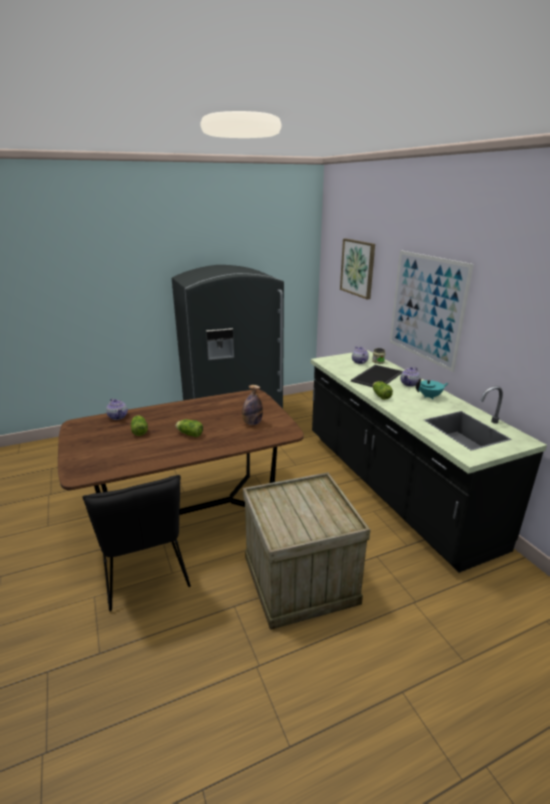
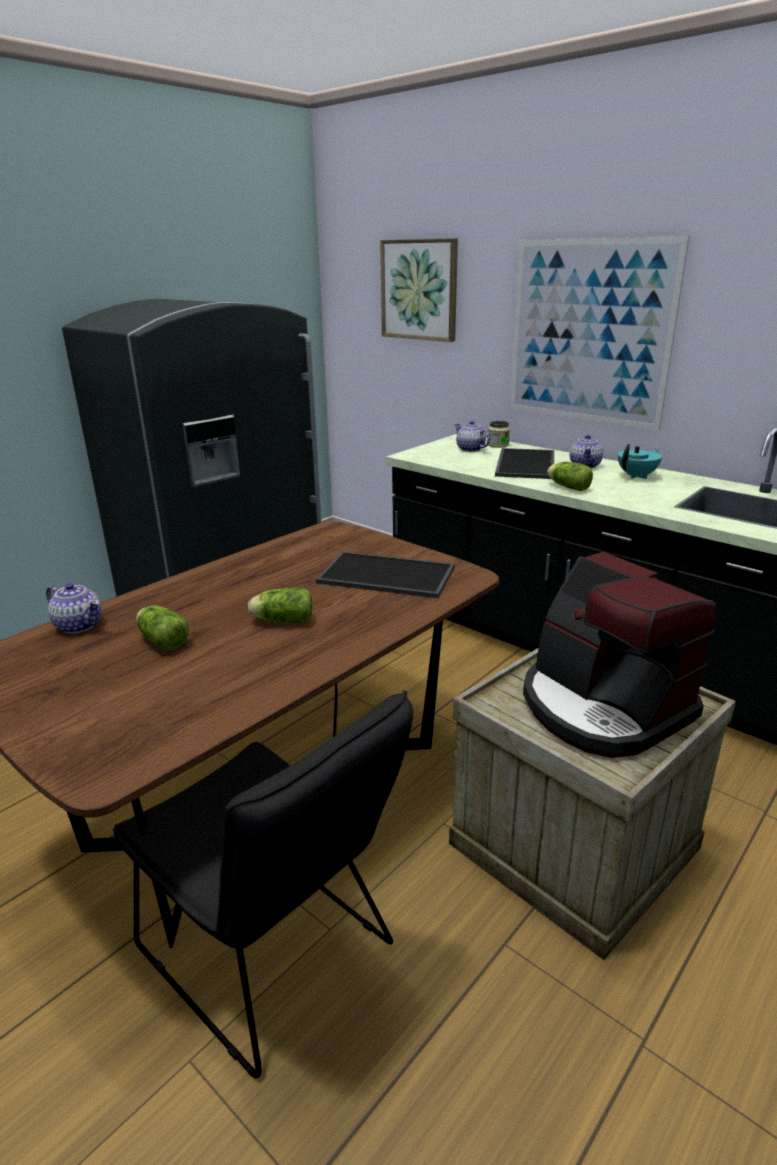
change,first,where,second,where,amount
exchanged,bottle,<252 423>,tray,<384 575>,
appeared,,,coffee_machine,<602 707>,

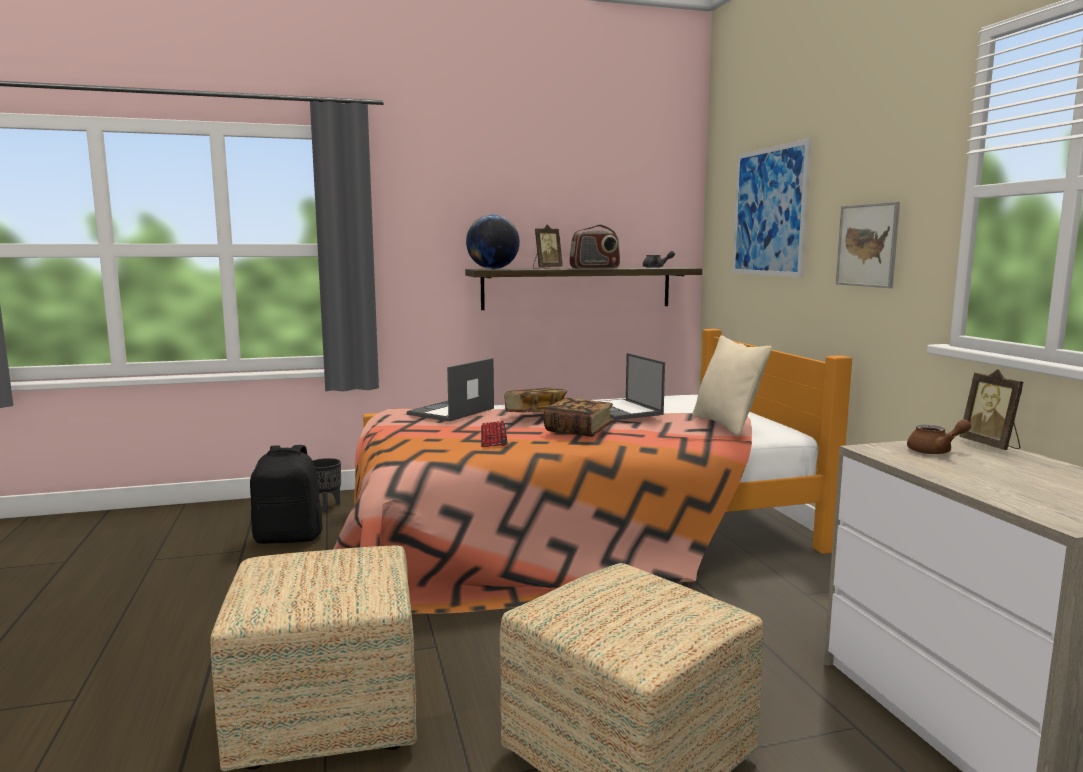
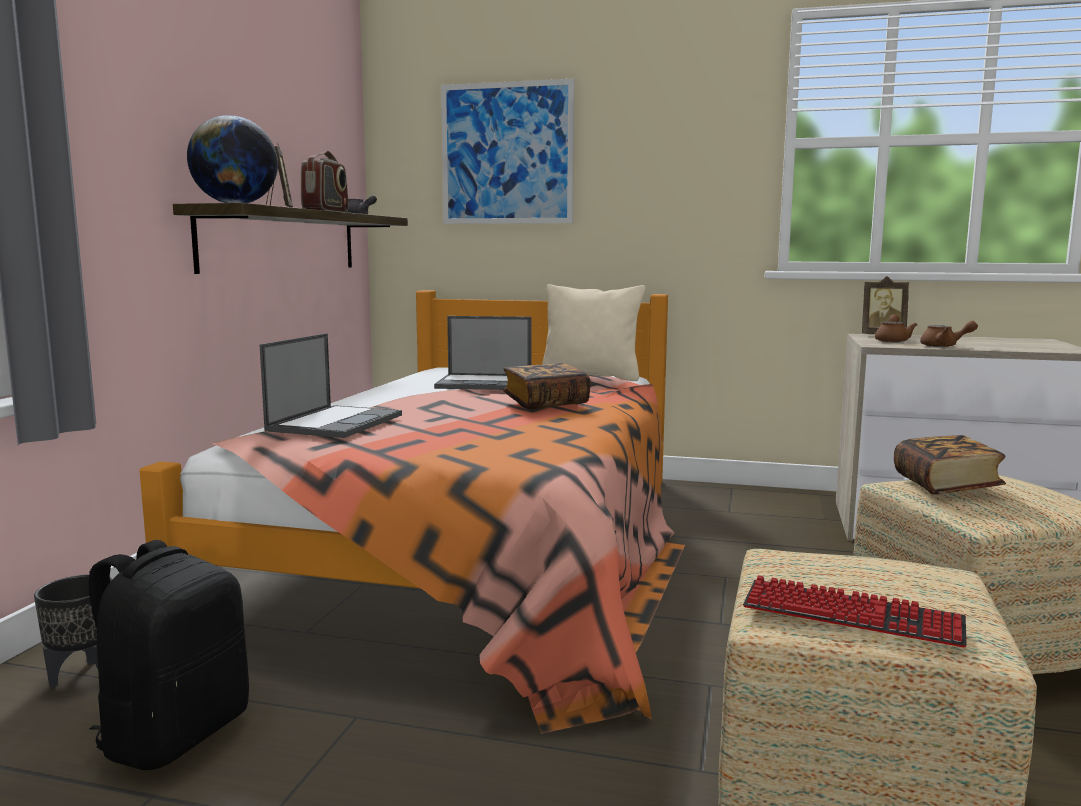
change,first,where,second,where,amount
spun,laptop,<451 412>,,<336 422>,135 degrees counterclockwise
relocated,keyboard,<493 436>,,<851 615>,
relocated,book,<535 414>,,<946 486>,
missing,picture,<867 245>,,,
appeared,,,brown_teapot,<944 346>,

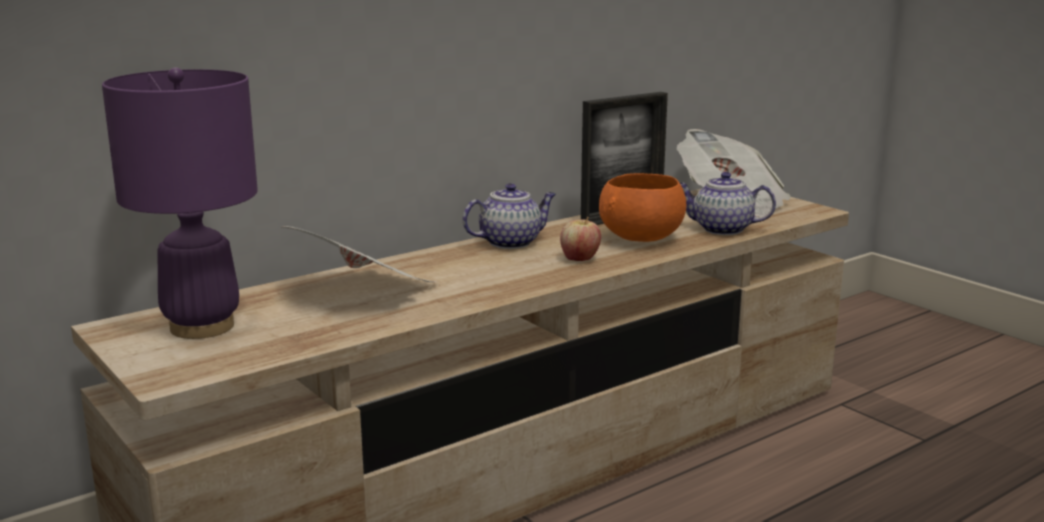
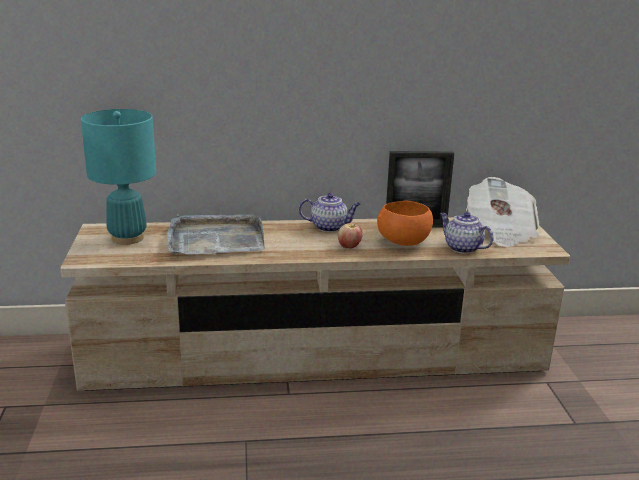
change,first,where,second,where,amount
colour,purple_table_lamp,<202 327>,turquoise_table_lamp,<128 238>,
exchanged,newspaper,<363 294>,grey_tray,<215 239>,

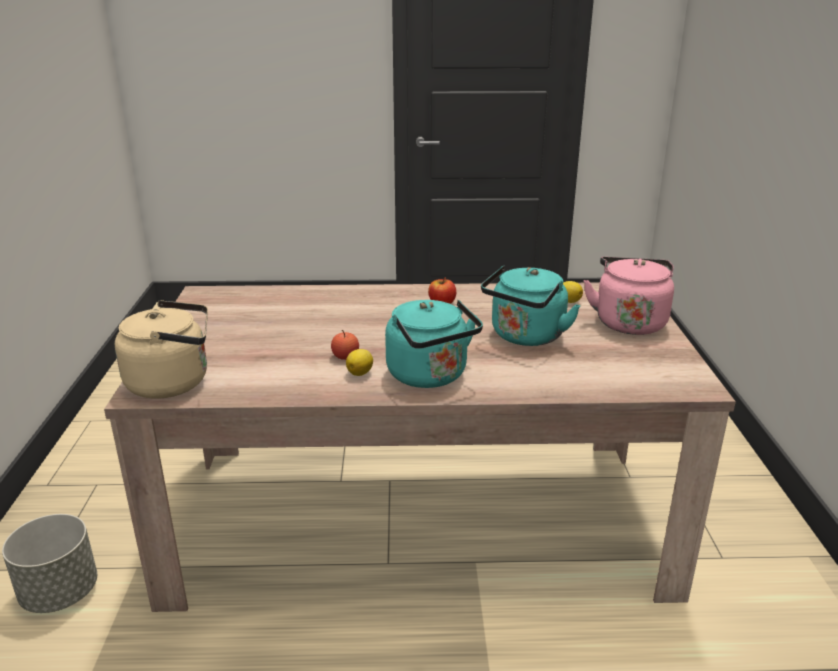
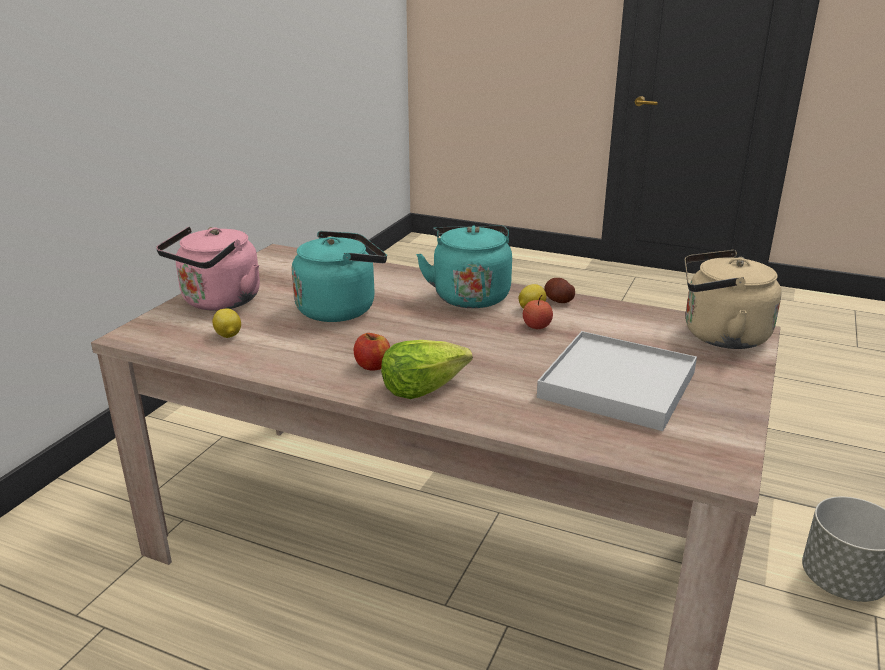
change,first,where,second,where,amount
appeared,,,lettuce,<422 387>,
appeared,,,white_tray,<617 385>,
appeared,,,potato,<558 300>,

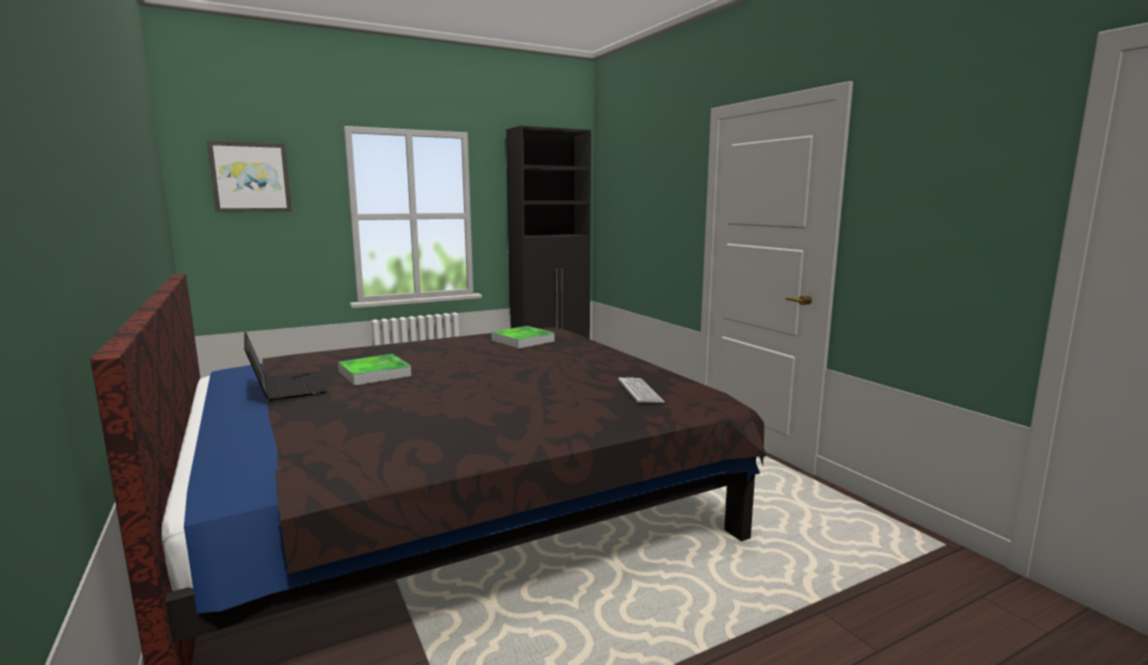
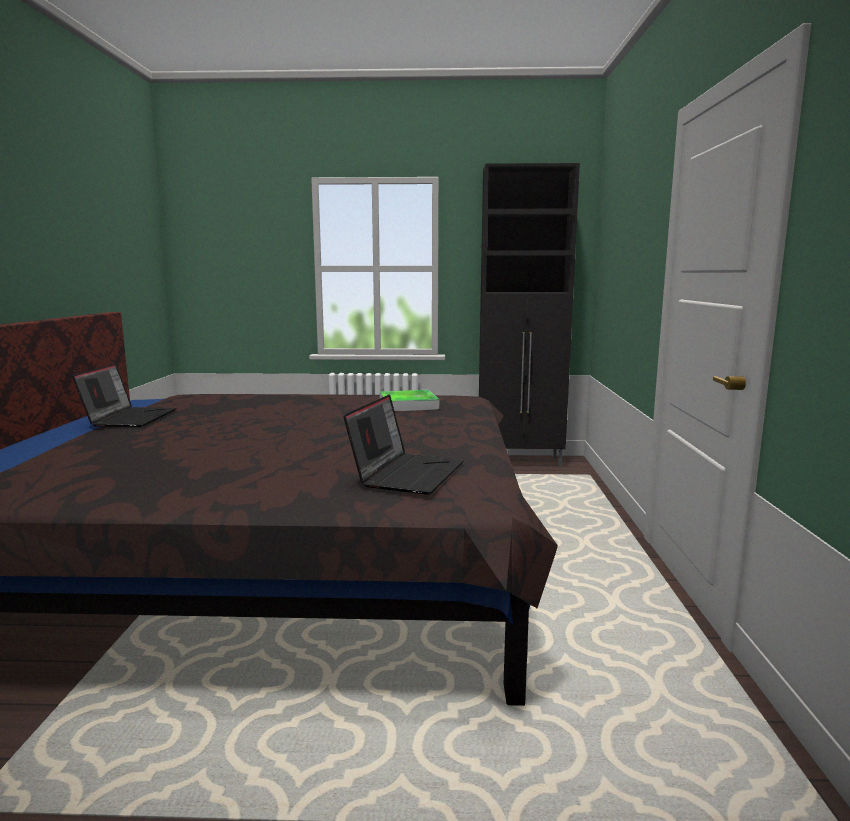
change,first,where,second,where,amount
missing,picture,<250 177>,,,
missing,tray,<374 374>,,,
exchanged,keyboard,<640 391>,laptop,<407 473>,

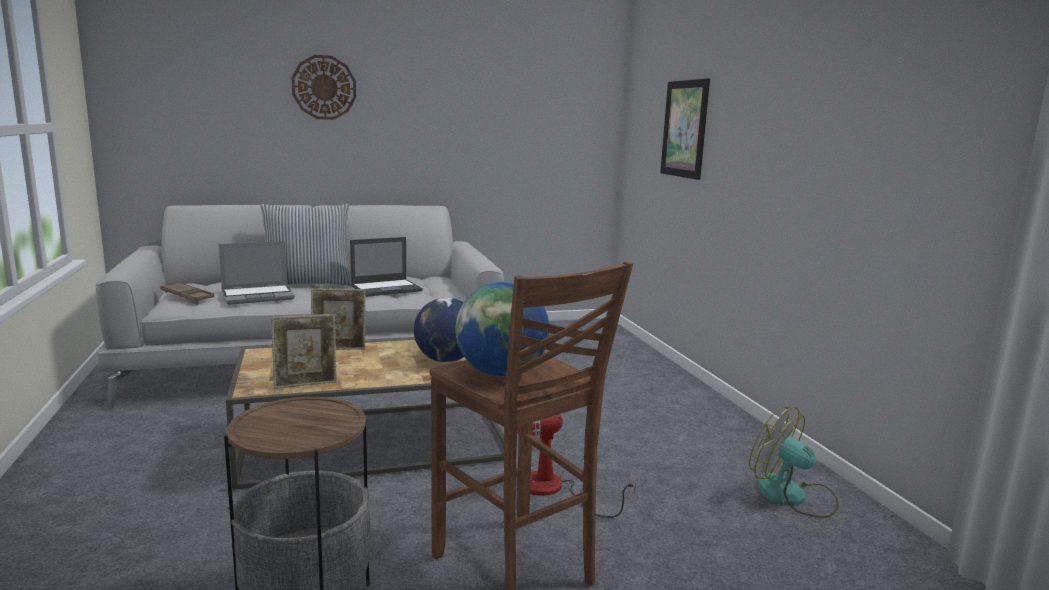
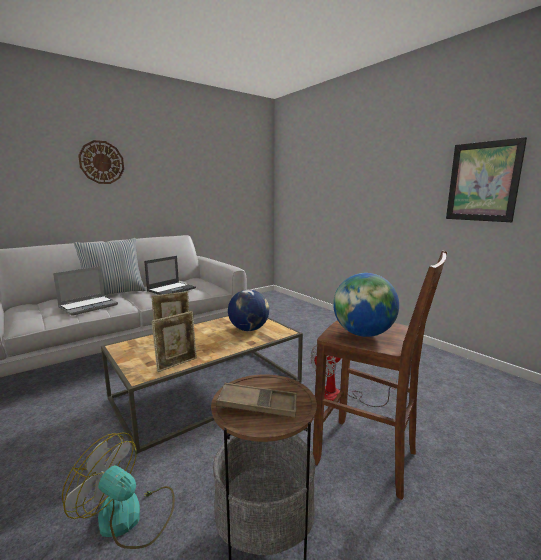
change,first,where,second,where,amount
relocated,brown_tray,<187 296>,,<258 405>,
relocated,picture,<684 129>,,<483 182>,
relocated,fan,<792 497>,,<129 517>,

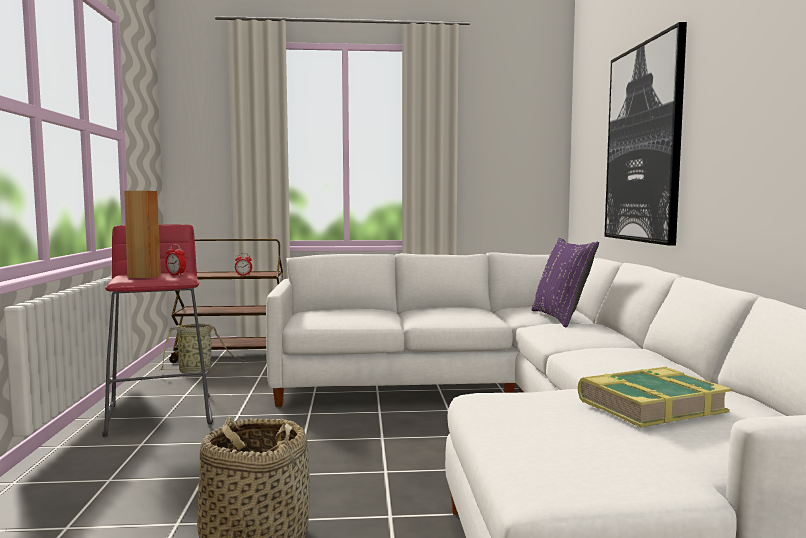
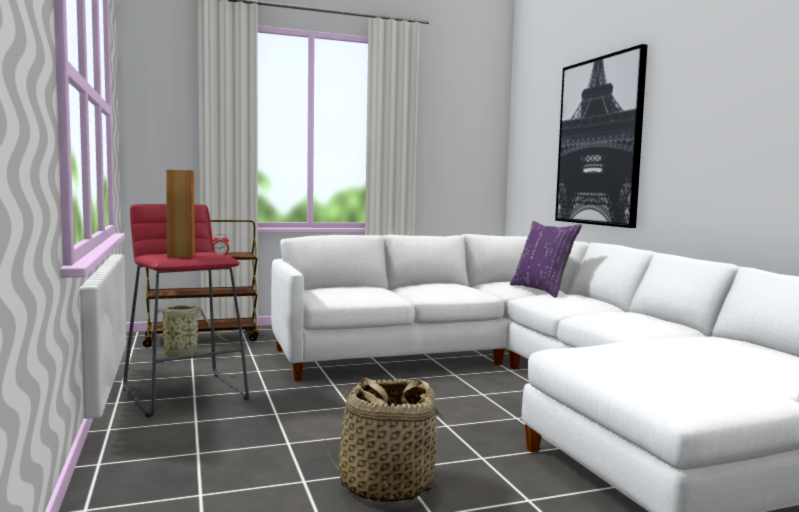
change,first,where,second,where,amount
missing,alarm_clock,<176 275>,,,
missing,book,<650 406>,,,

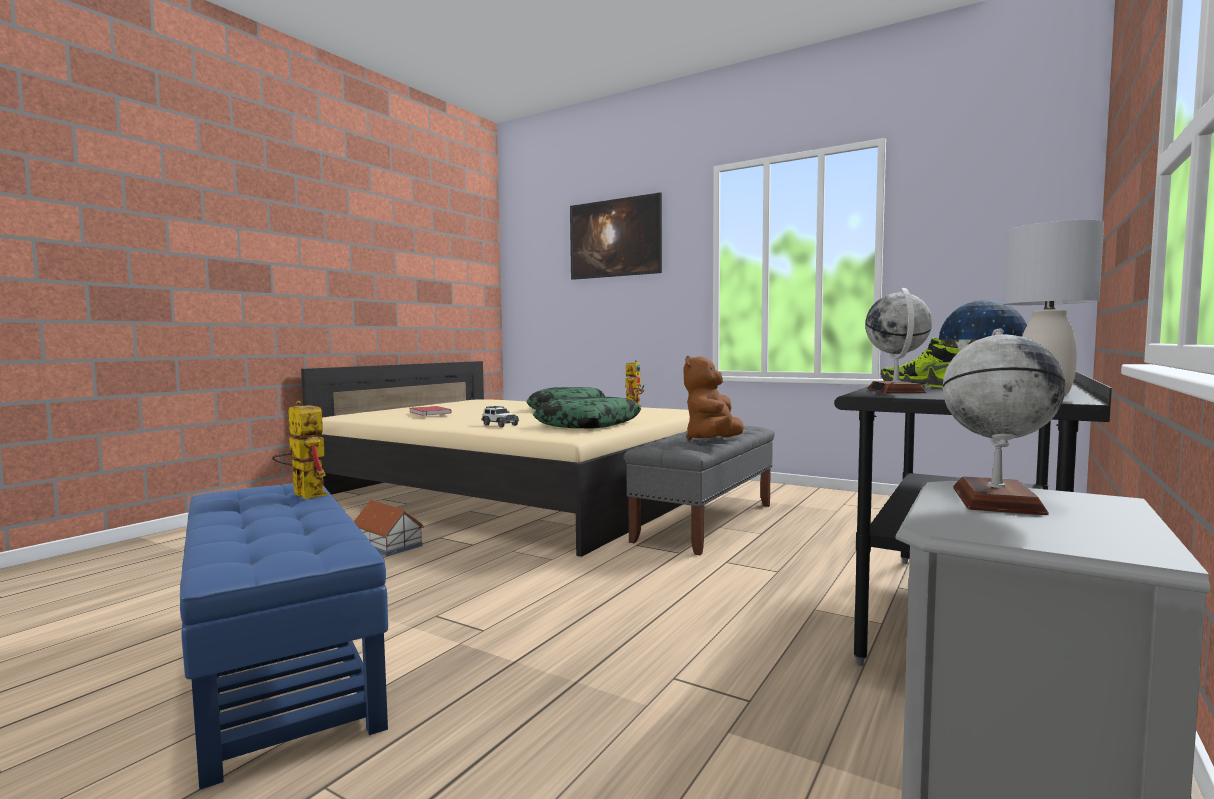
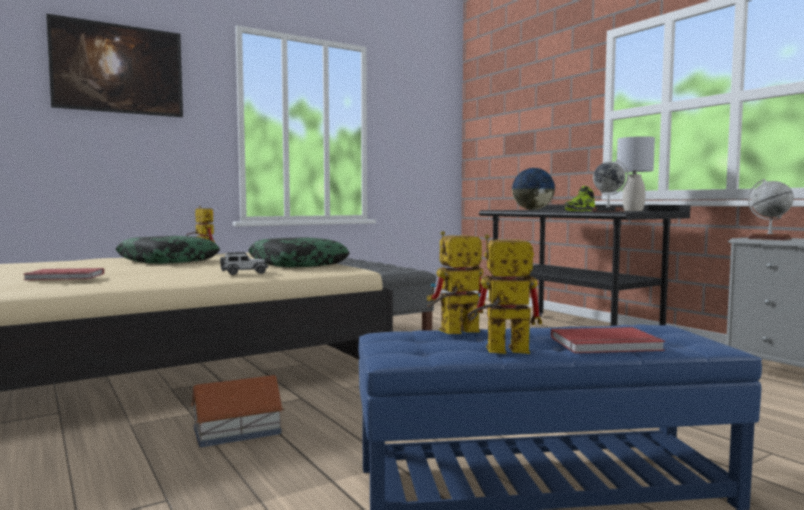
change,first,where,second,where,amount
missing,brown_plush_toy,<713 441>,,,
appeared,,,toy_robot,<497 351>,
appeared,,,red_book,<607 345>,

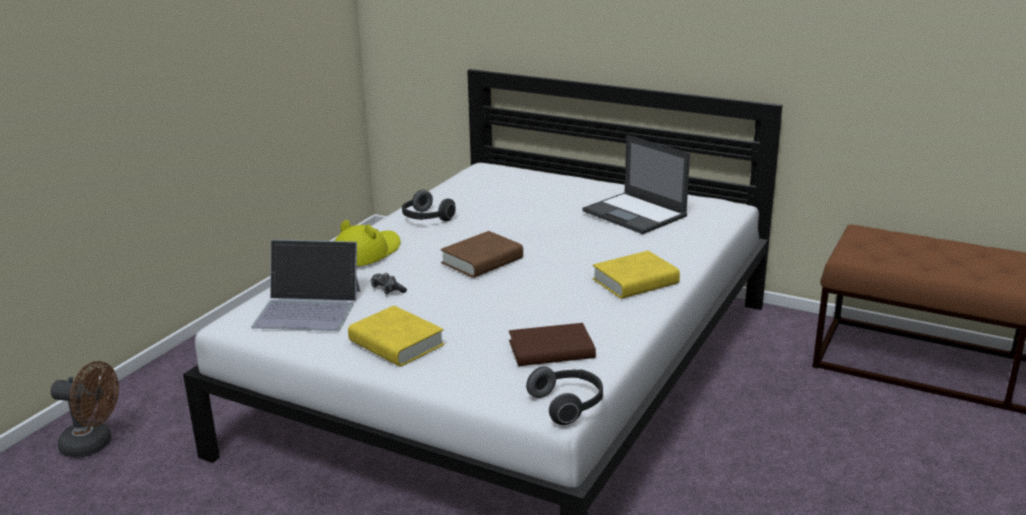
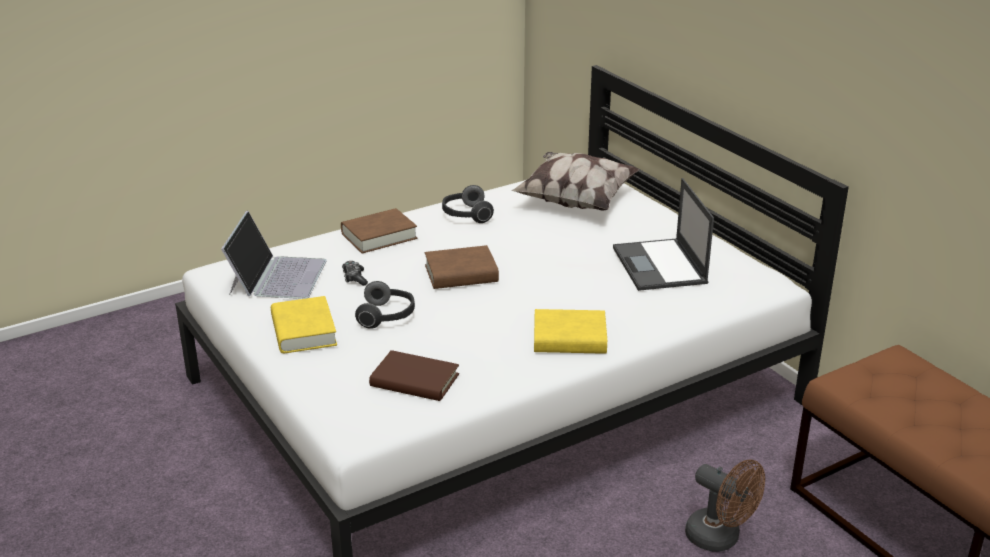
change,first,where,second,where,amount
relocated,brown_fan,<94 445>,,<720 539>,
spun,laptop,<308 308>,,<277 276>,120 degrees counterclockwise
exchanged,yellow_hat,<366 253>,brown_book,<379 236>,
relocated,headphones,<568 405>,,<387 316>,
appeared,,,pillow,<575 201>,

